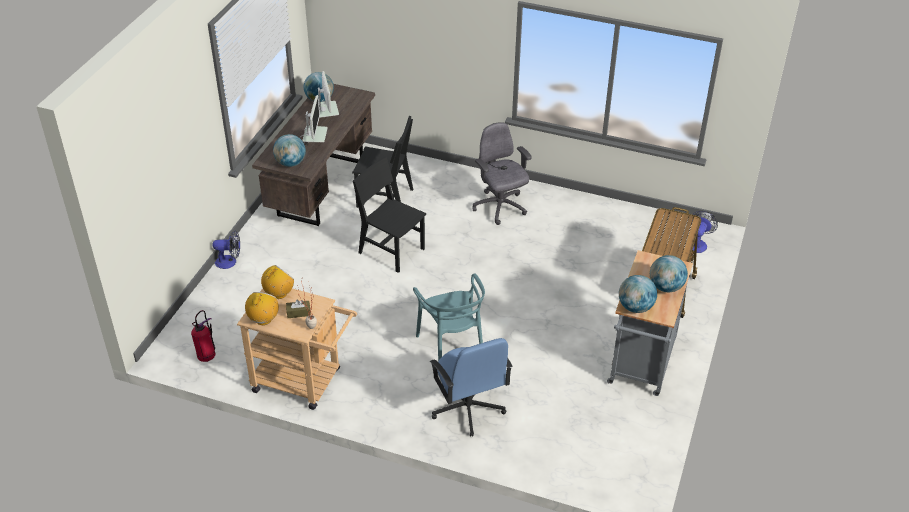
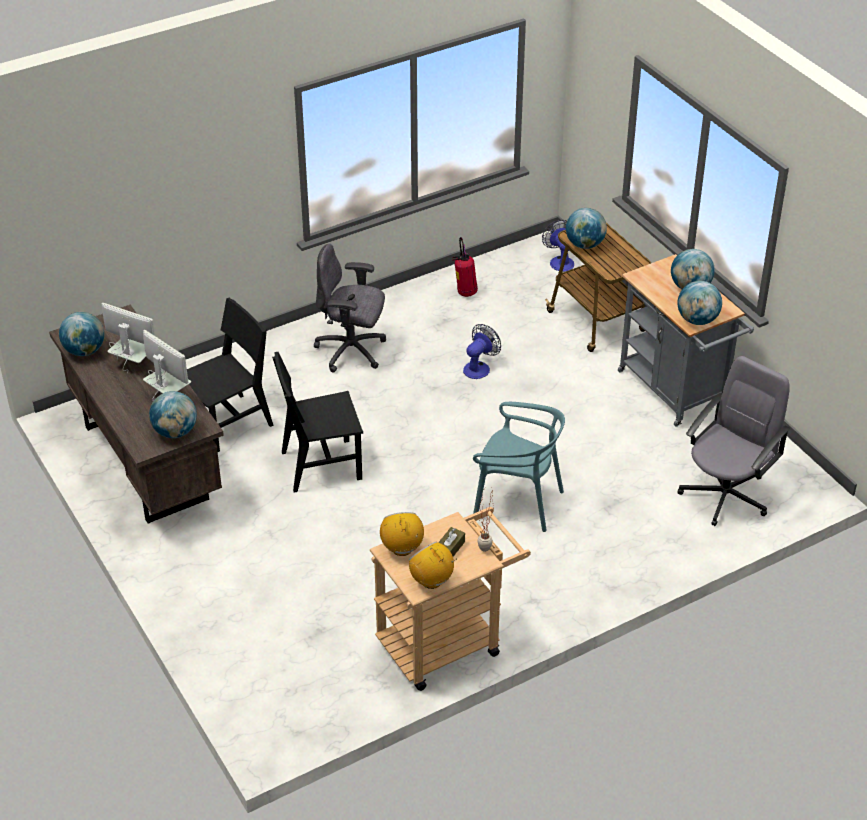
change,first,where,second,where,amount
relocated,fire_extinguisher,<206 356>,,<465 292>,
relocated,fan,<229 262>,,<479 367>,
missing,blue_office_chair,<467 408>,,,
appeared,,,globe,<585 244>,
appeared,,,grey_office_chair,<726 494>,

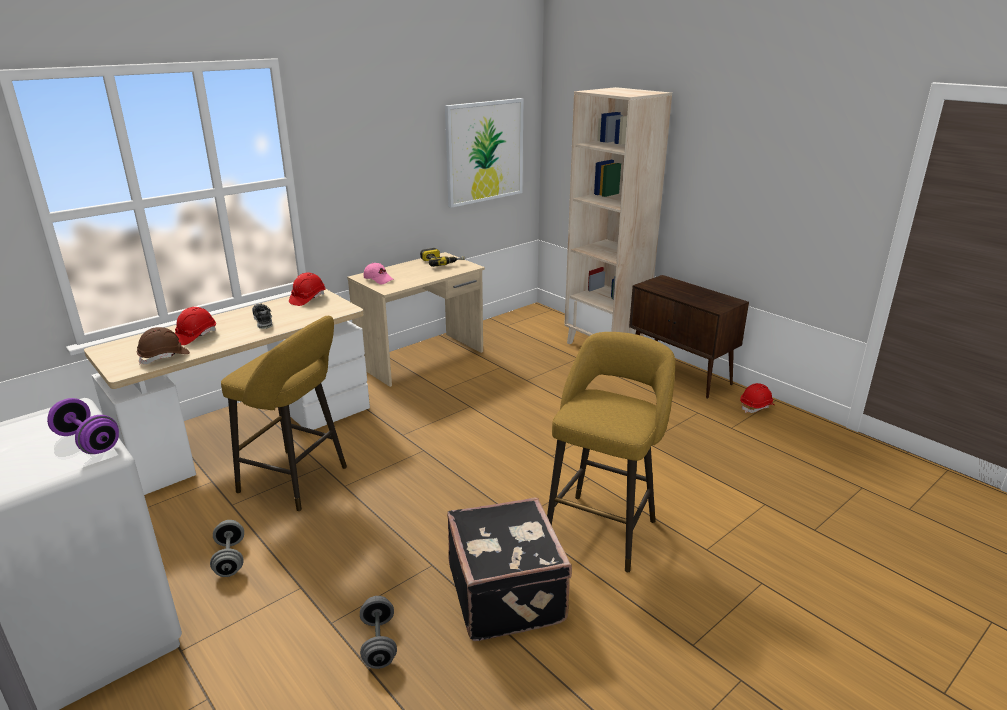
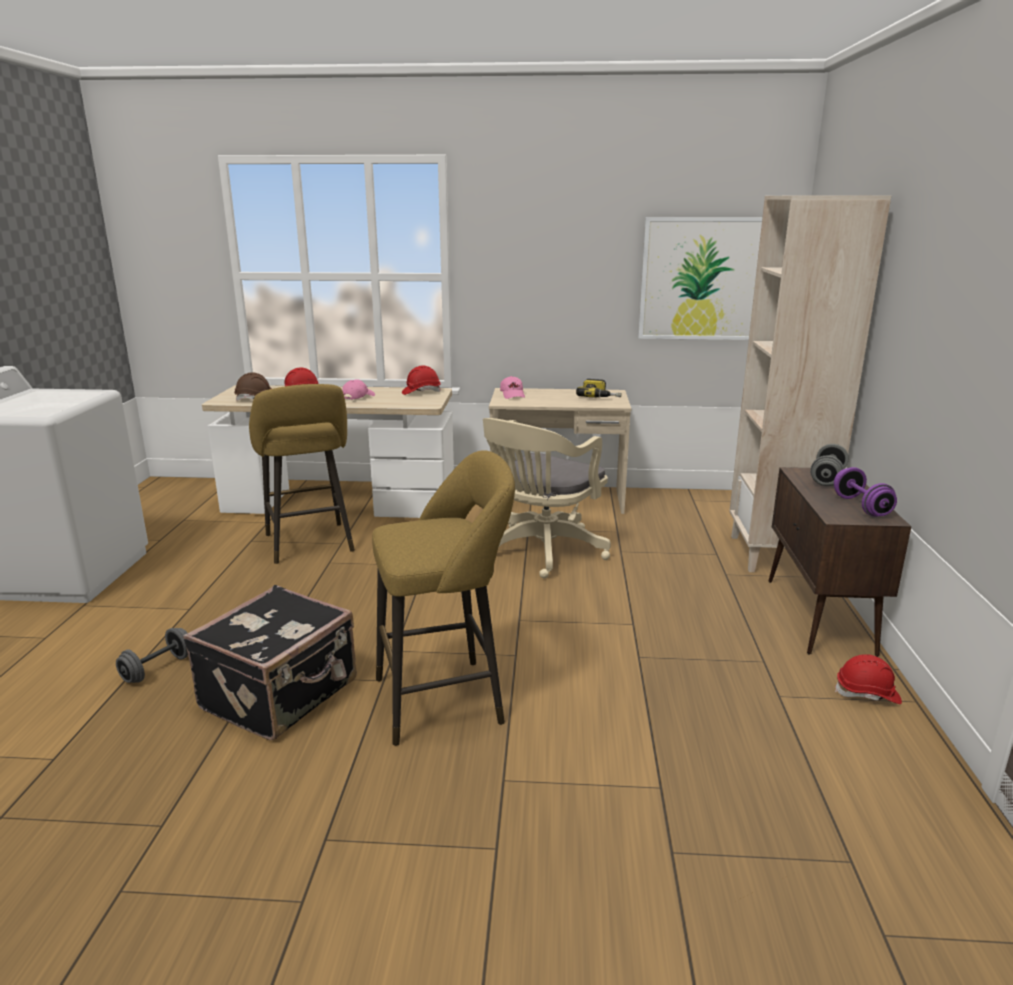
change,first,where,second,where,amount
relocated,purple_dumbbell,<88 442>,,<861 507>,
relocated,grey_dumbbell,<230 559>,,<827 479>,
exchanged,shoe,<263 321>,pink_cap,<358 397>,
appeared,,,beige_office_chair,<541 552>,

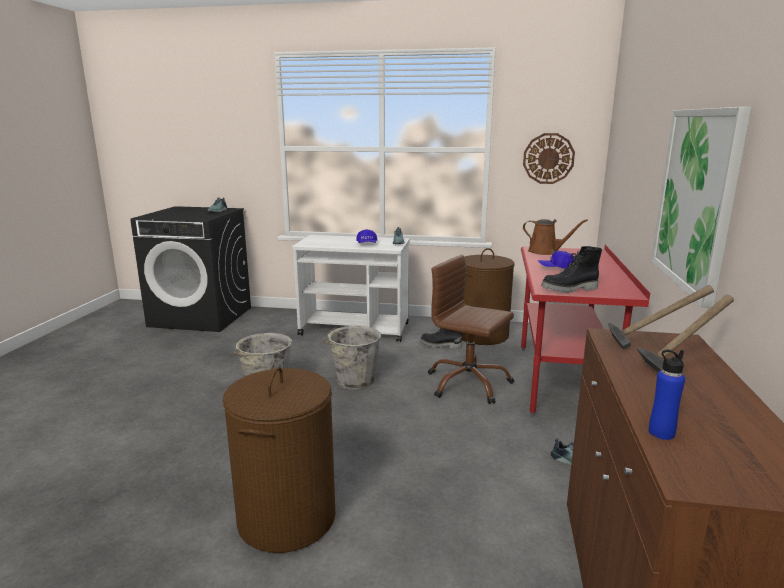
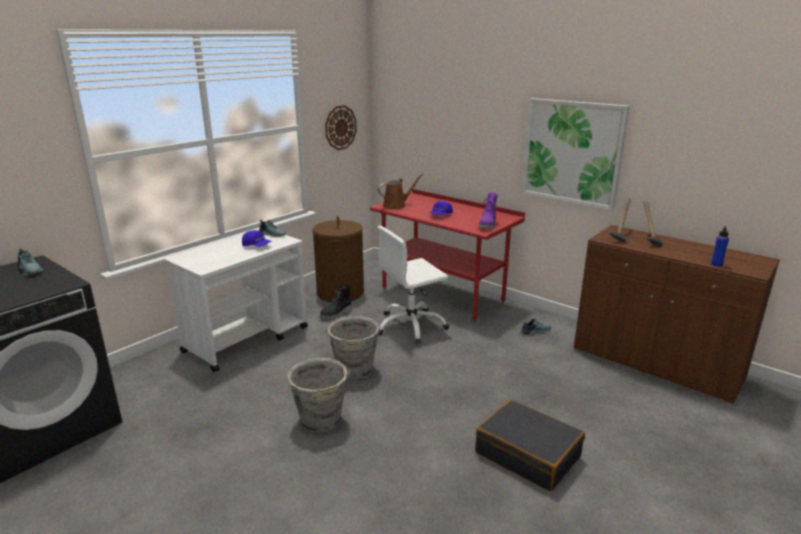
change,first,where,second,where,amount
exchanged,brown_laundry_basket,<286 518>,black_suitcase,<528 454>,
colour,brown_office_chair,<468 383>,white_office_chair,<411 326>,
colour,black_boot,<570 289>,purple_boot,<488 225>,

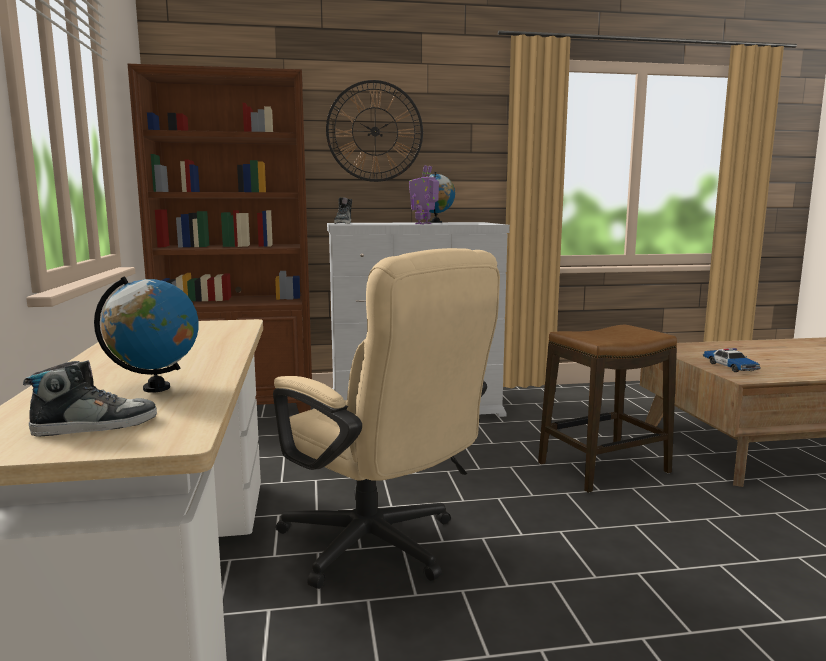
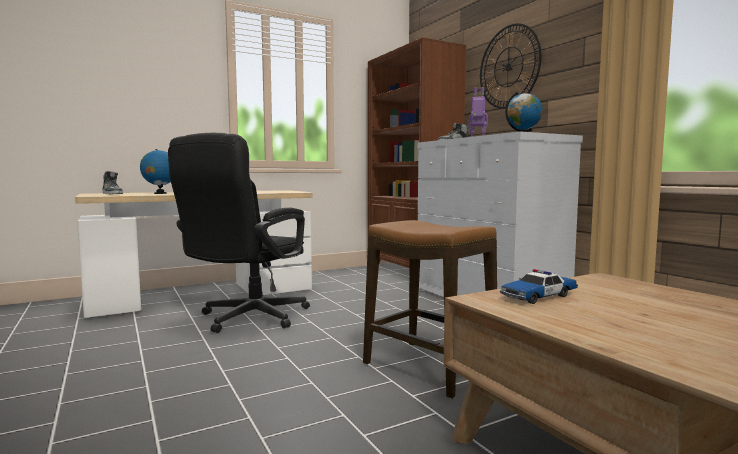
change,first,where,second,where,amount
colour,beige_office_chair,<380 549>,black_office_chair,<247 319>,

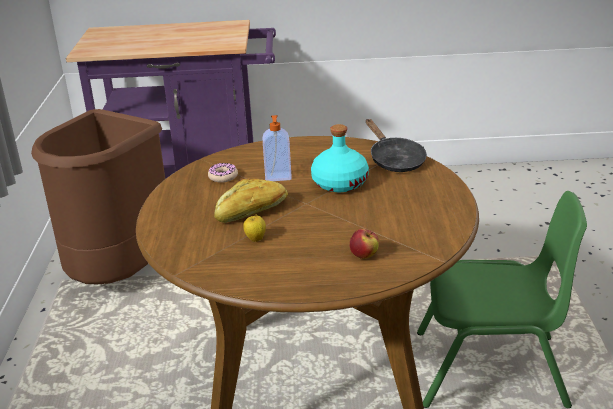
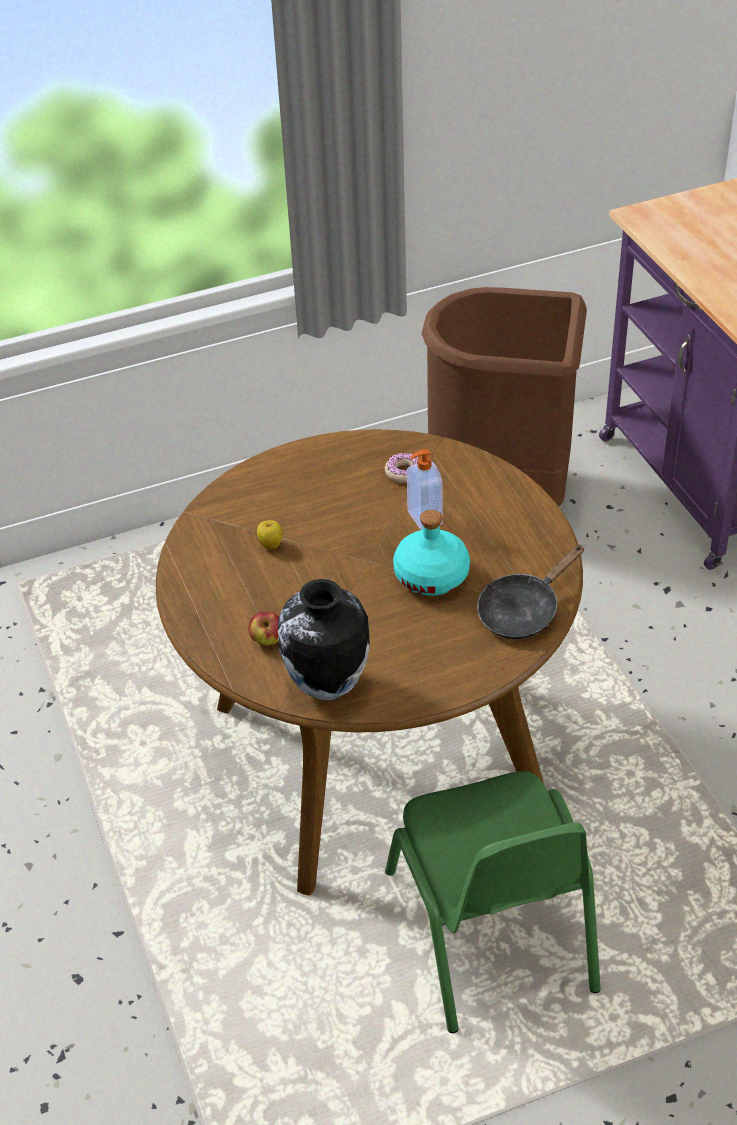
change,first,where,second,where,amount
missing,bread,<252 212>,,,
appeared,,,vase,<326 687>,

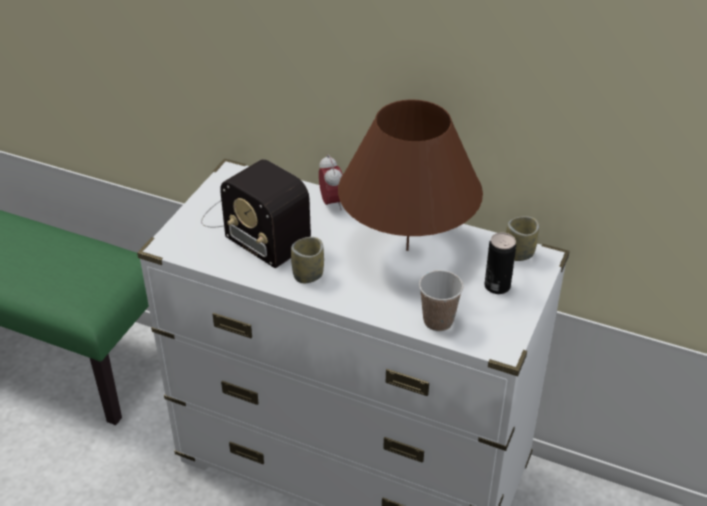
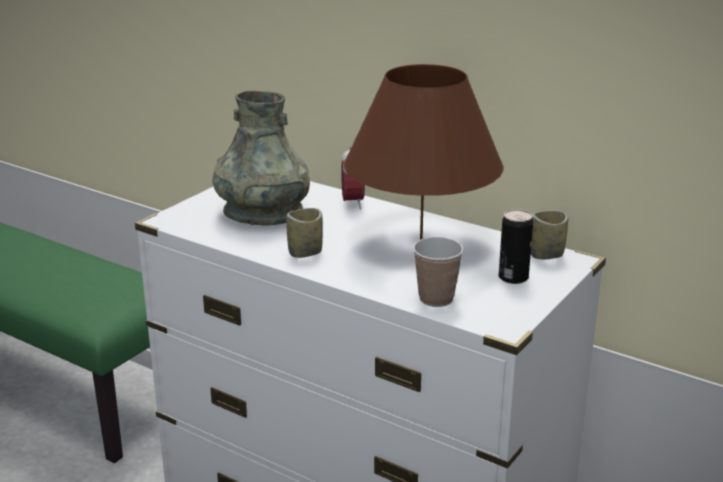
change,first,where,second,where,amount
exchanged,radio,<253 226>,grey_vase,<263 213>,

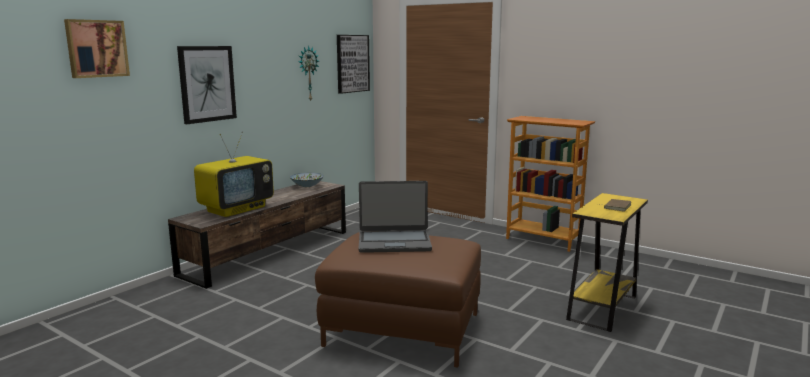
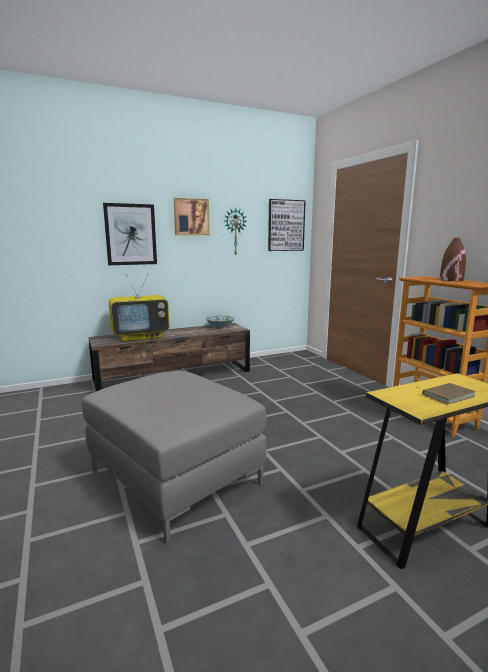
change,first,where,second,where,amount
relocated,picture,<96 48>,,<191 217>,
colour,brown_ottoman,<403 329>,grey_ottoman,<175 477>,
missing,laptop,<394 242>,,,
appeared,,,brown_vase,<451 280>,

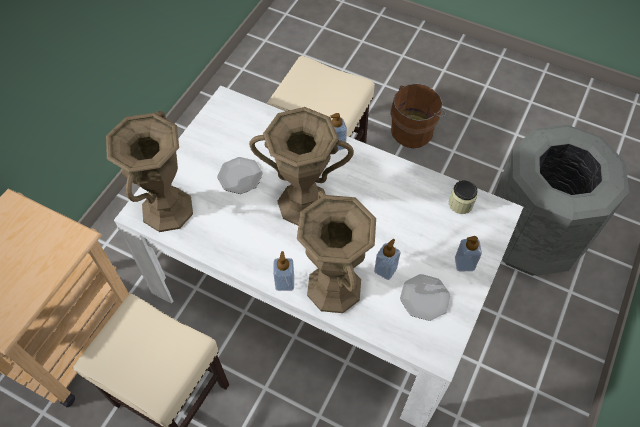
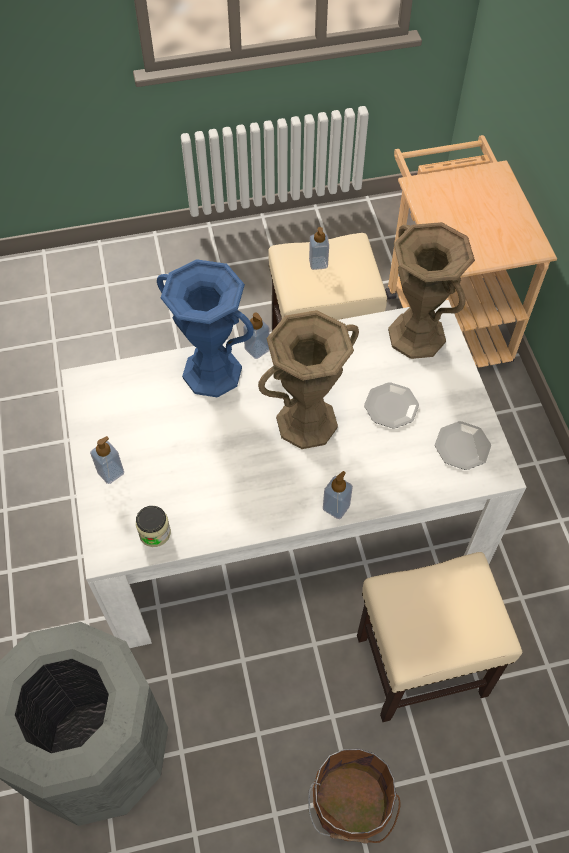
change,first,where,second,where,amount
colour,brown_vase,<334 288>,blue_vase,<212 372>,
relocated,soap_dispenser,<385 270>,,<318 263>,
relocated,plate,<424 298>,,<462 446>,

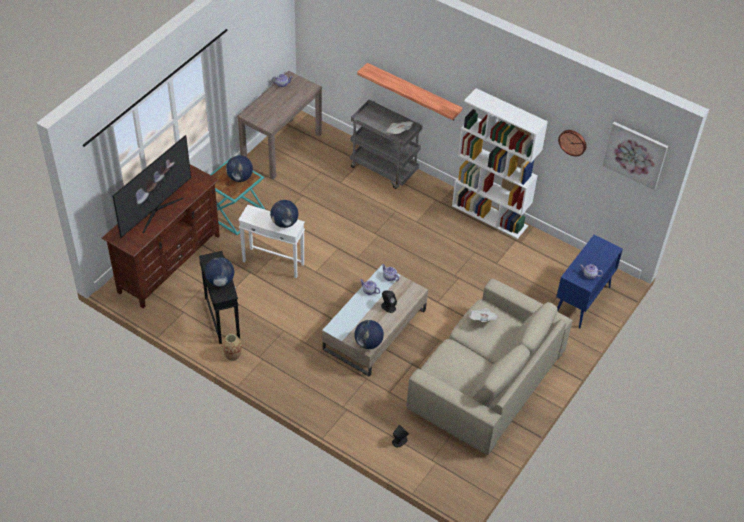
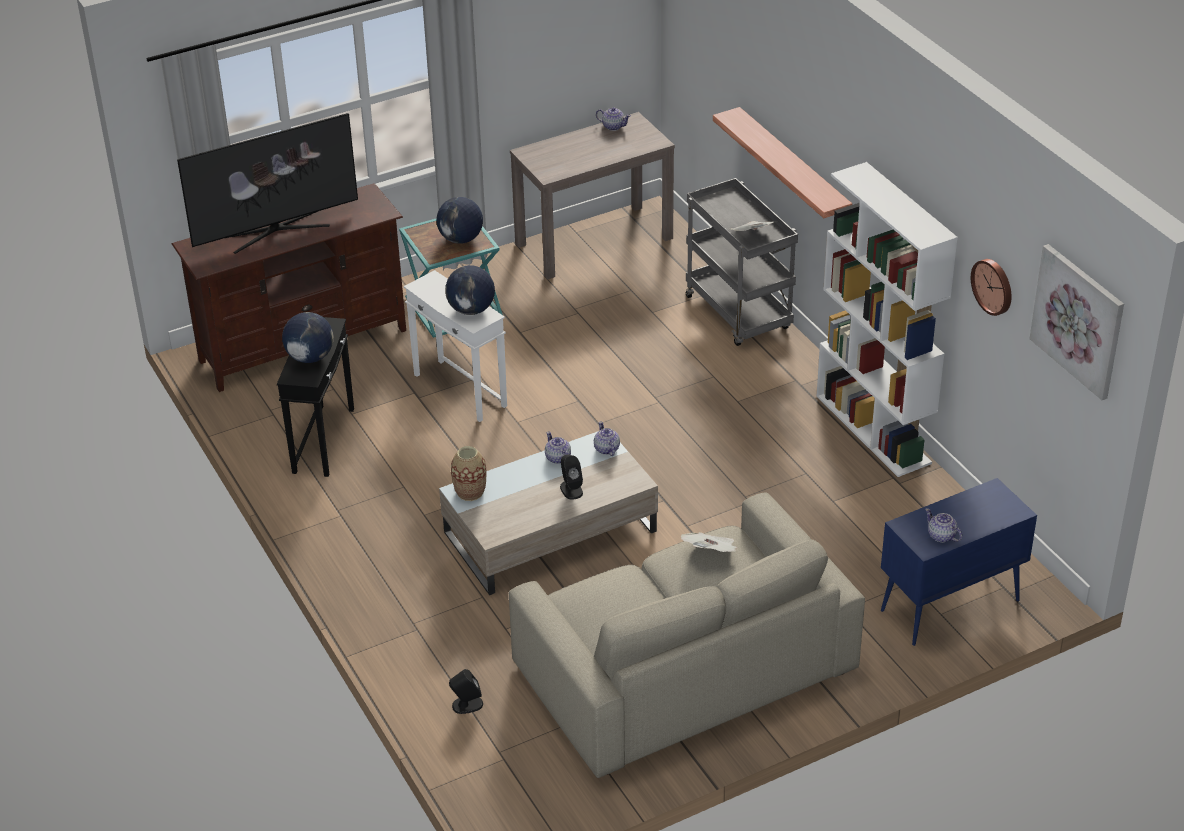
change,first,where,second,where,amount
relocated,vase,<232 355>,,<470 492>,
missing,globe,<368 343>,,,

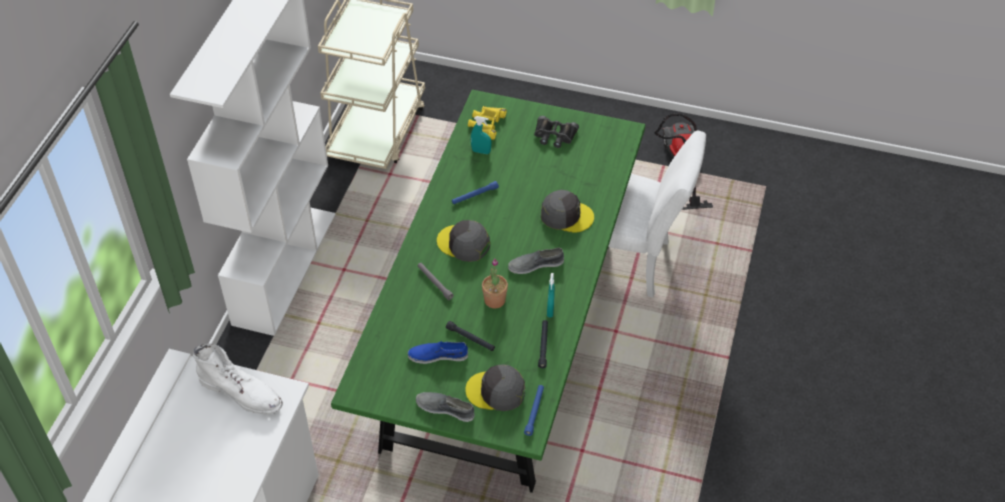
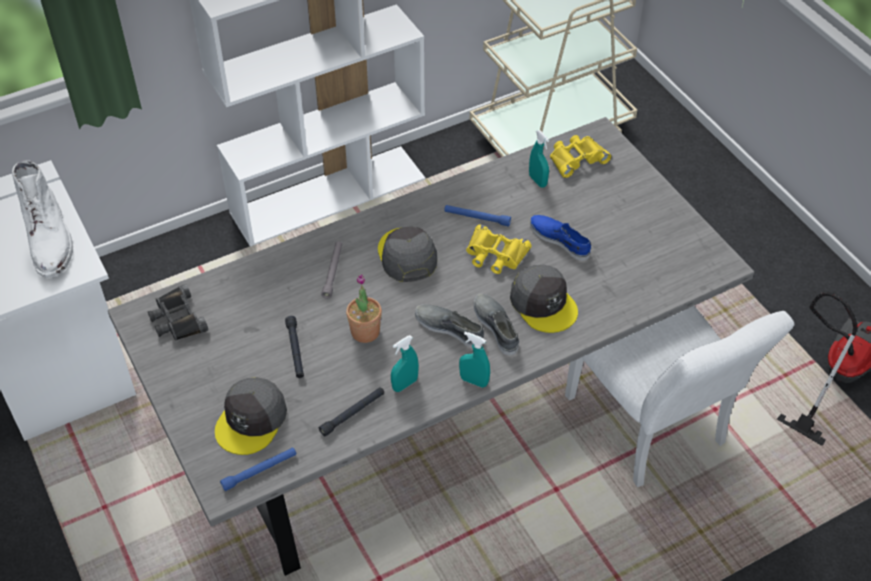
change,first,where,second,where,amount
colour,green_dining_table,<502 340>,grey_dining_table,<435 407>,
relocated,blue_shoe,<438 355>,,<560 240>,
relocated,grey_shoe,<445 408>,,<496 326>,
spun,grey_cap,<496 391>,,<251 420>,120 degrees counterclockwise
relocated,black_binoculars,<554 135>,,<177 319>,
appeared,,,turquoise_spray_bottle,<474 381>,
appeared,,,yellow_binoculars,<495 255>,

